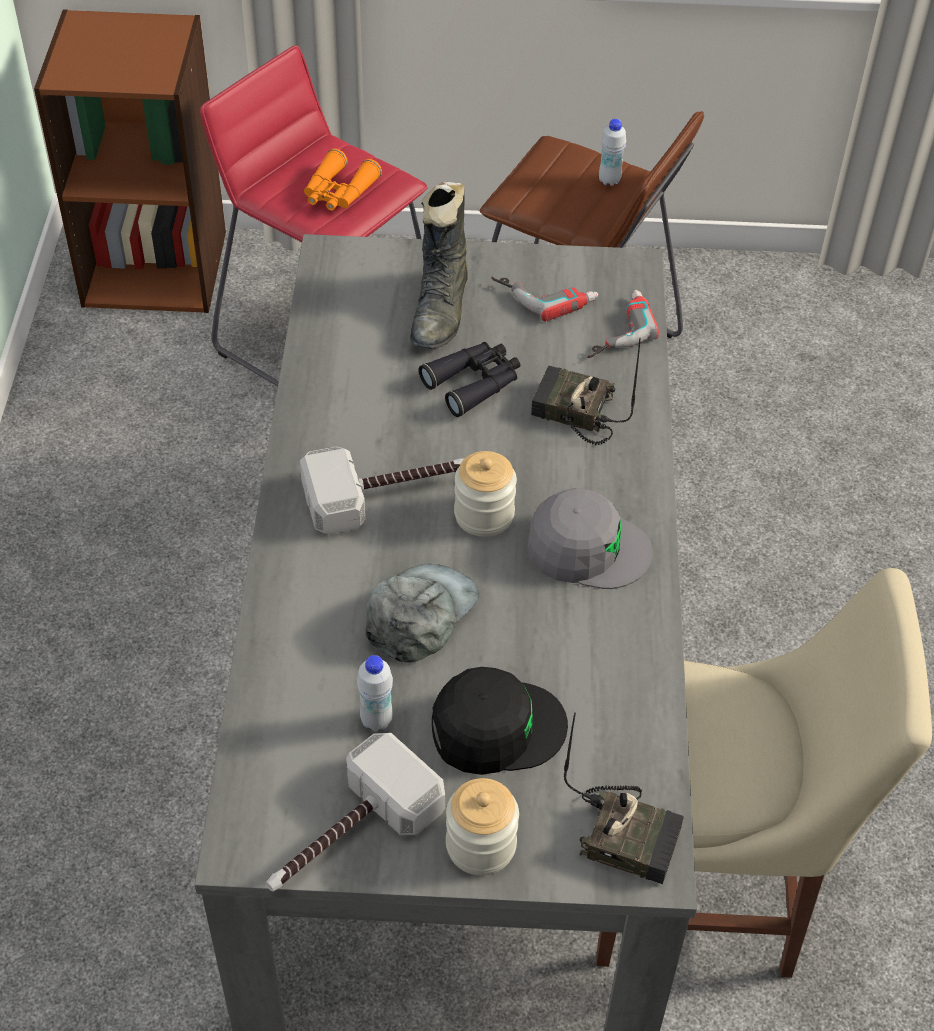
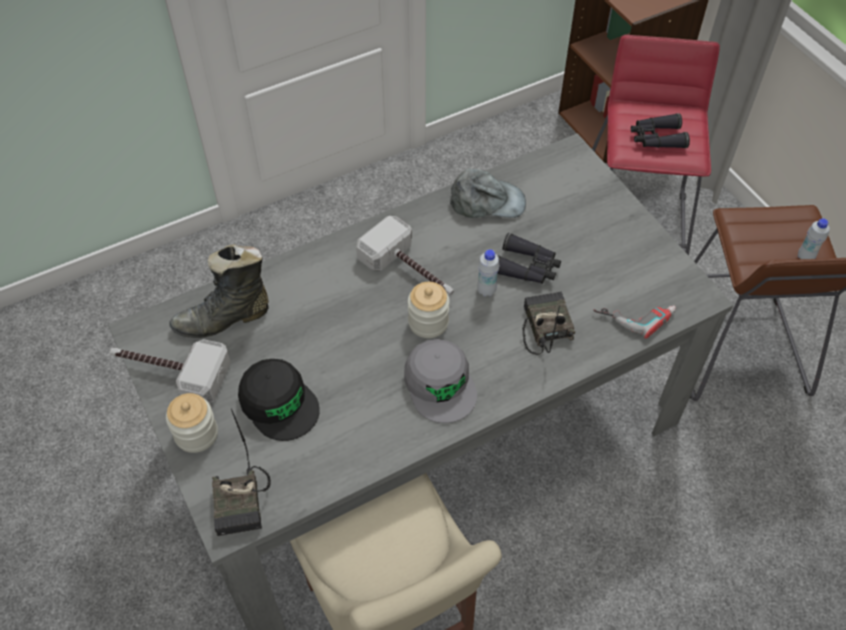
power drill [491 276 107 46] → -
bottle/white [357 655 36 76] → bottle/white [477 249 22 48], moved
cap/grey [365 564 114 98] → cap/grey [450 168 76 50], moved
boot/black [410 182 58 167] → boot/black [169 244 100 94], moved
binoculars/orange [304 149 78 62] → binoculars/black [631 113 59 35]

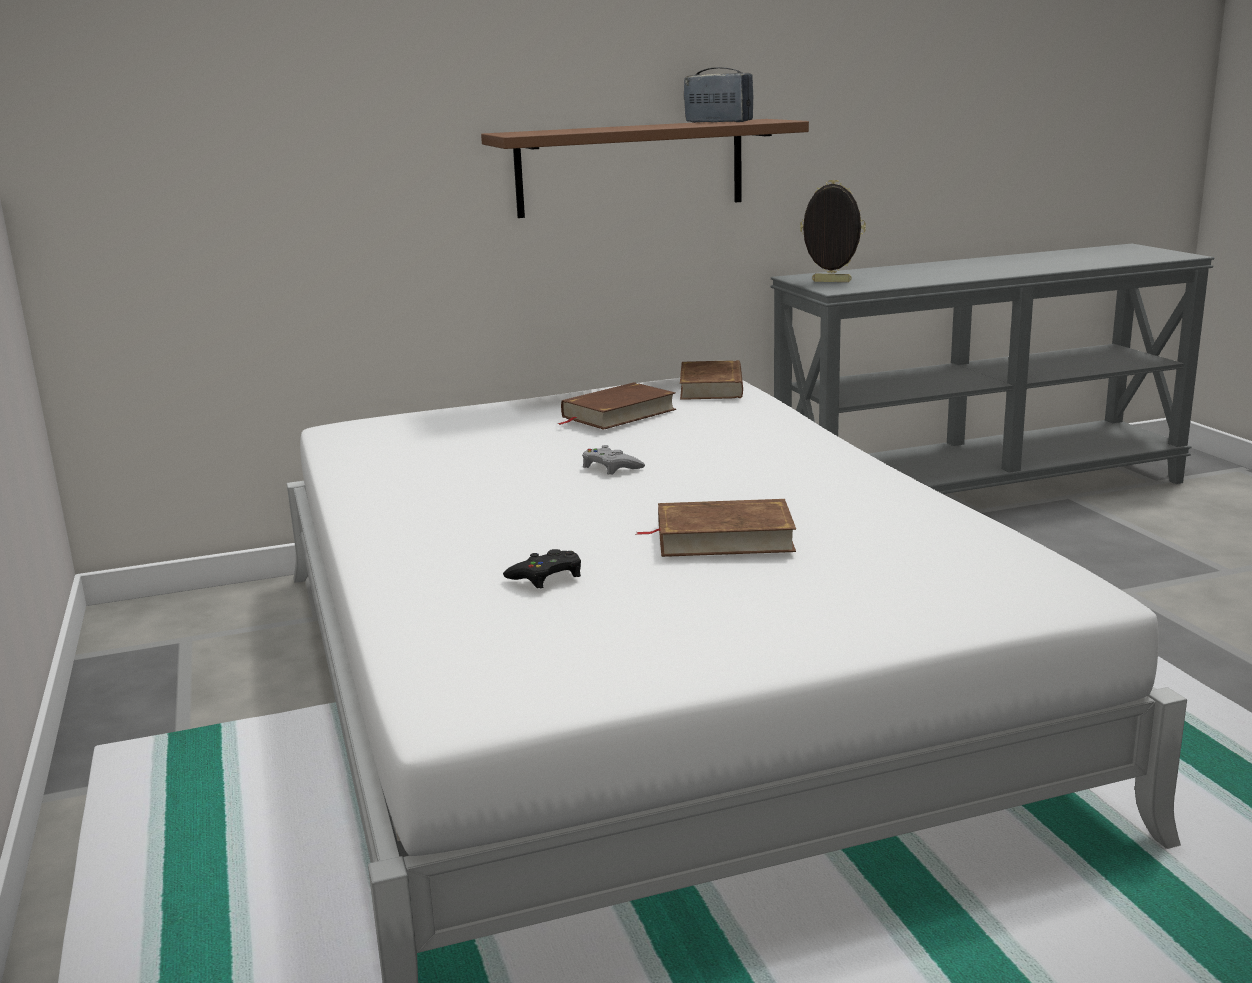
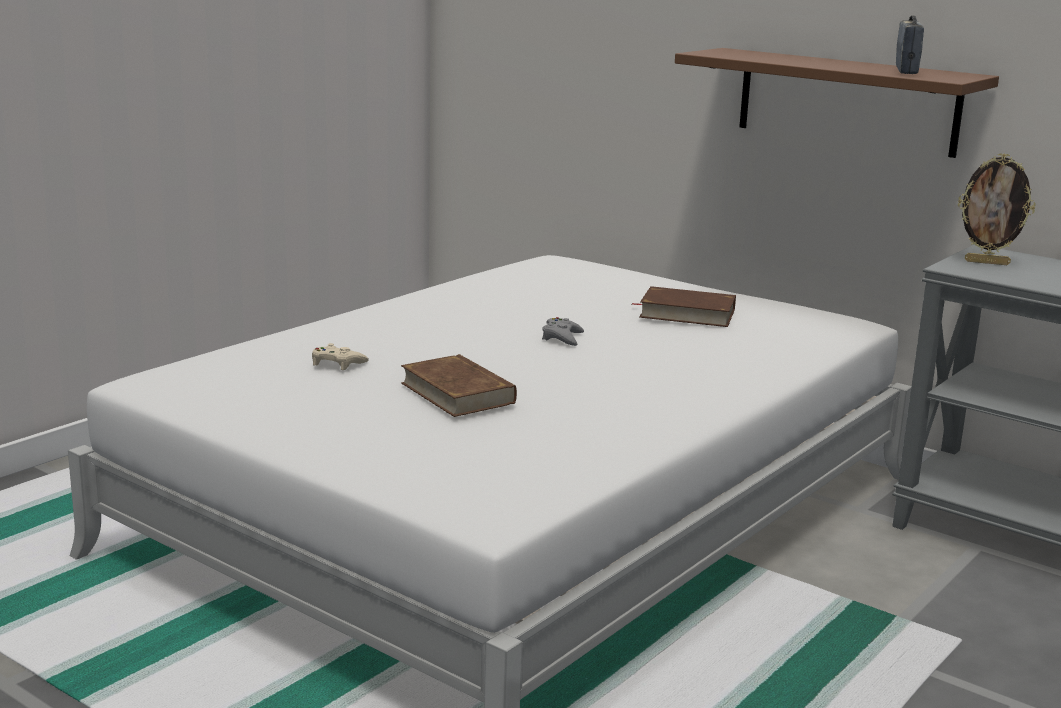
book/brown [680 360 63 40] → -
game controller/black [503 549 78 39] → game controller/beige [312 343 57 27]
picture frame [800 180 66 102] → picture frame [958 153 78 112], 120 degrees clockwise

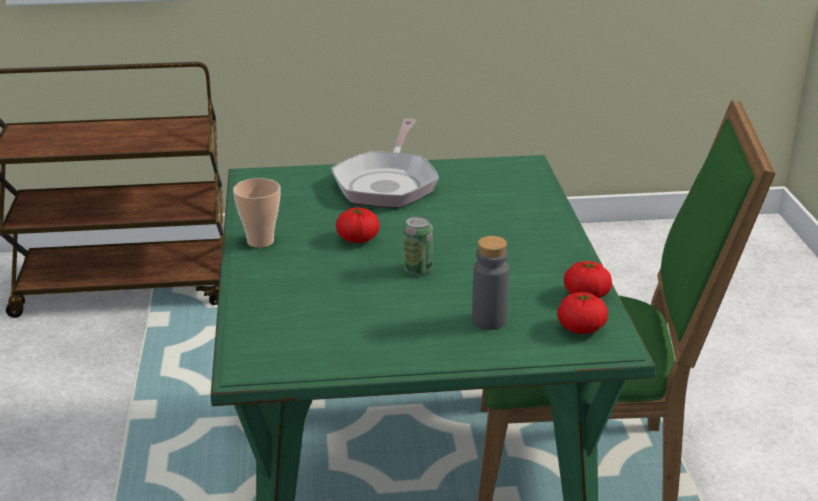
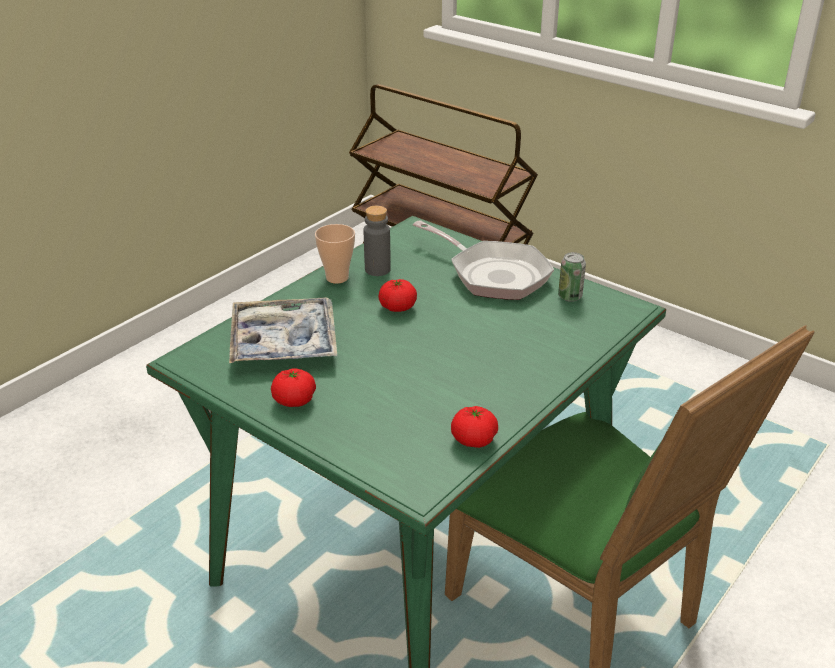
- → tray [229 298 108 65]
can [404 216 29 59] → can [558 252 28 50], moved
bottle/grey [472 236 37 94] → bottle/grey [364 206 27 70], moved
tomato [557 292 51 42] → tomato [271 368 45 39], moved
frying pan [331 118 108 90] → frying pan [413 220 141 80], 105 degrees counterclockwise

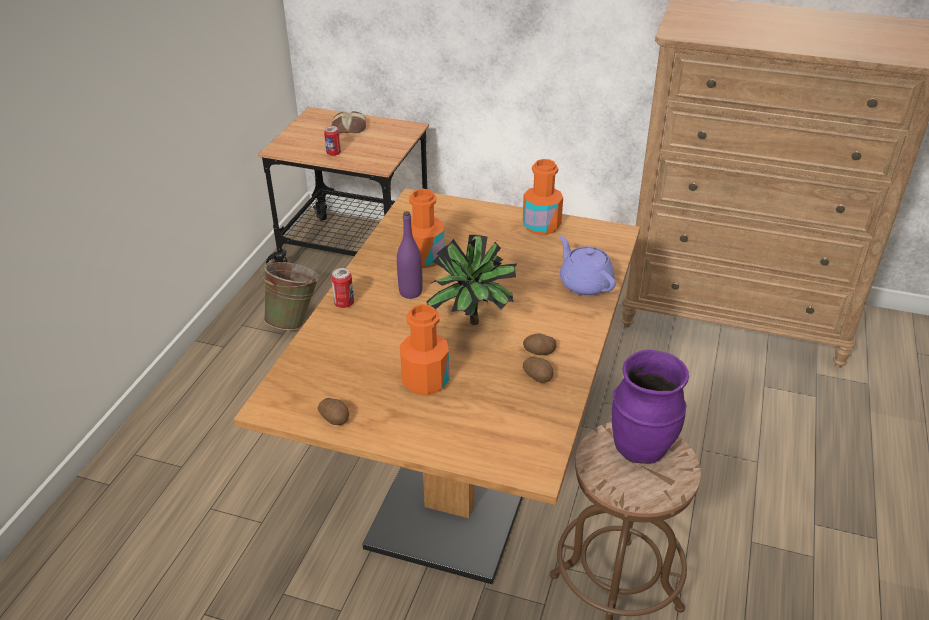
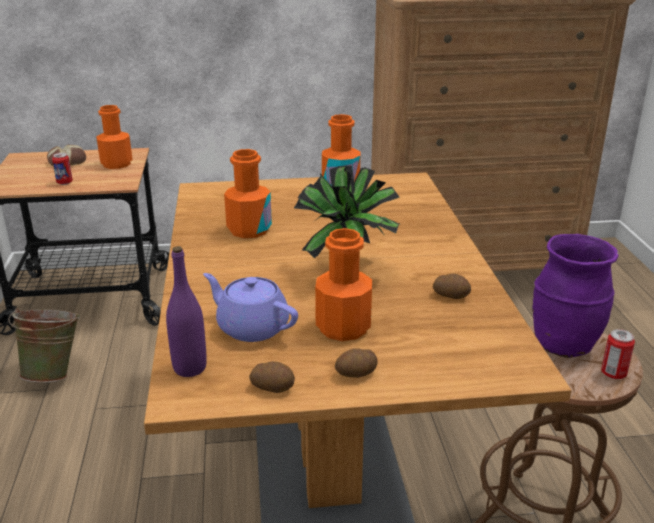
- → bottle/orange [96 105 37 64]
can [331 268 23 40] → can [601 329 34 50], moved
bottle/purple [397 211 26 88] → bottle/purple [166 246 41 131], moved
potato [523 333 34 22] → potato [335 349 43 29], moved
teapot/purple [560 236 56 60] → teapot/purple [203 273 95 69], moved

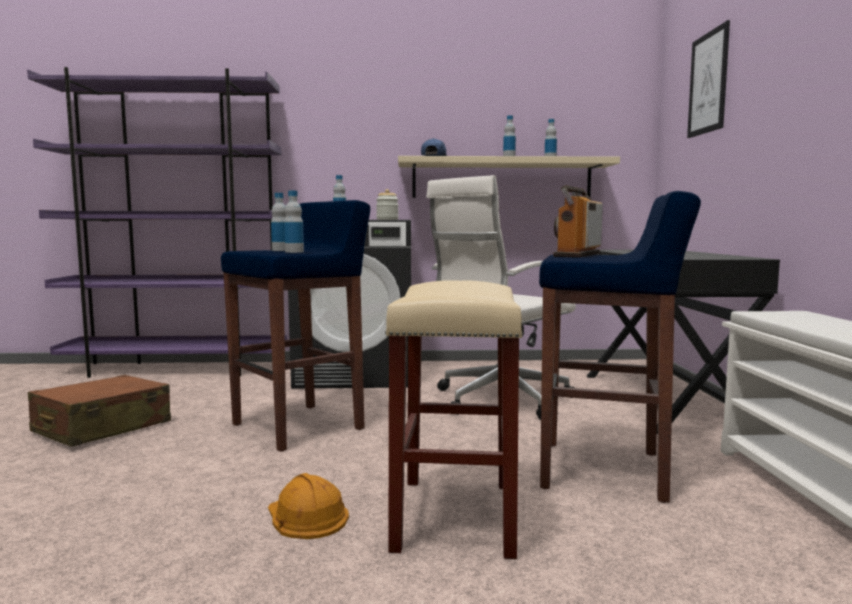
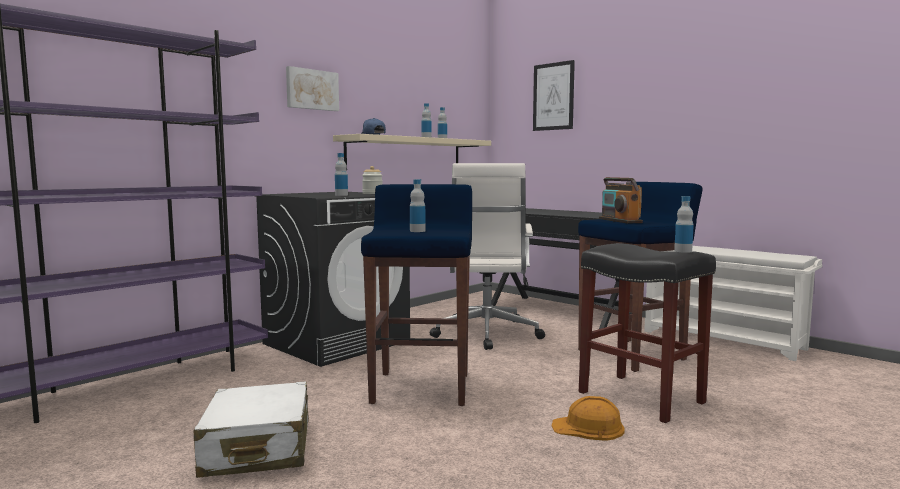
- → picture [286 66 53 45]
bottle [284 191 20 62] → bottle [674 196 20 57], moved
suitcase/brown [28 375 143 72] → suitcase/white [193 382 116 96]
stool/beige [385 280 138 279] → stool/black [579 243 137 180]

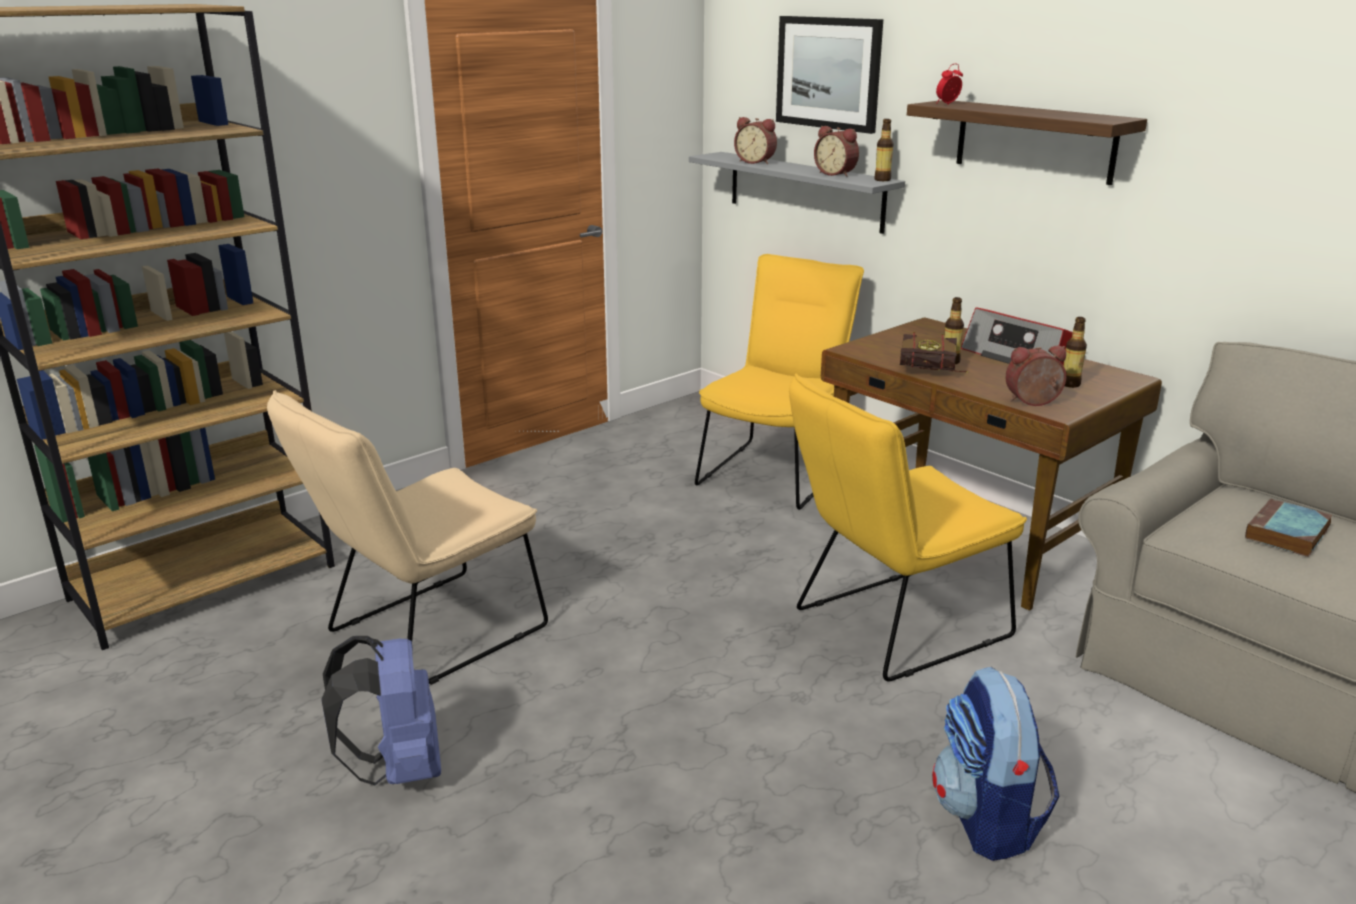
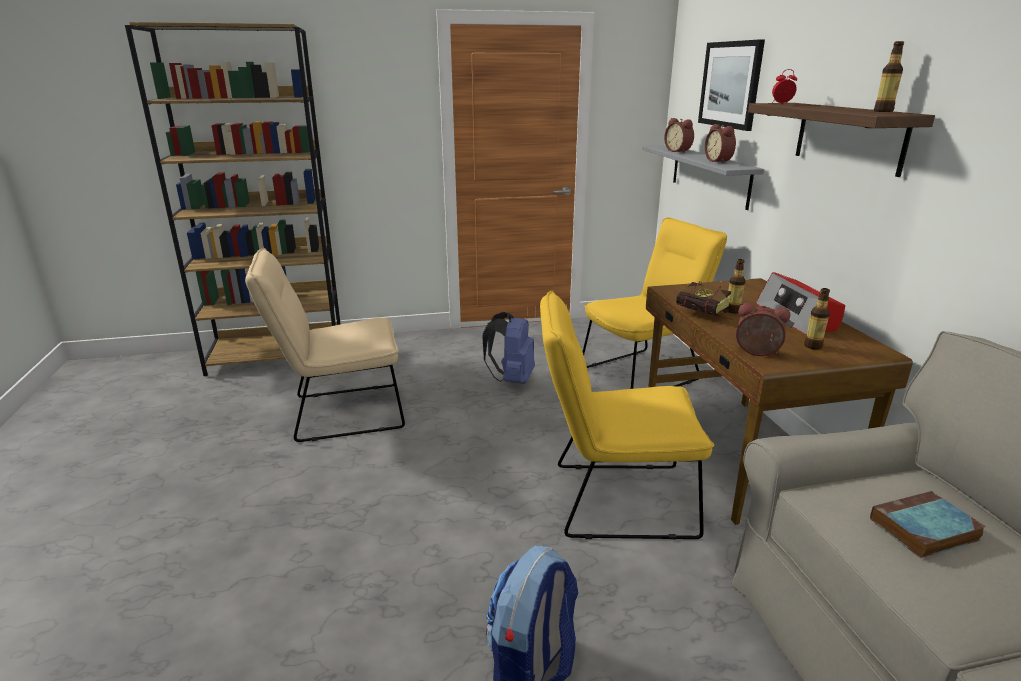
backpack/blue [321 636 120 149] → backpack/blue [483 312 52 72], moved
bottle [874 119 20 62] → bottle [874 41 30 71], moved

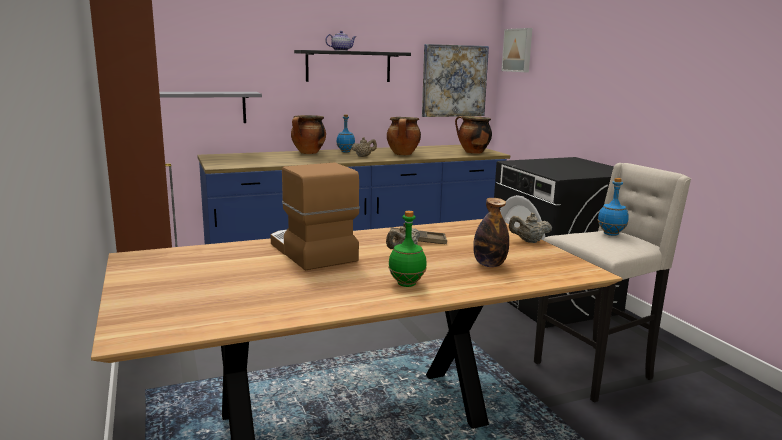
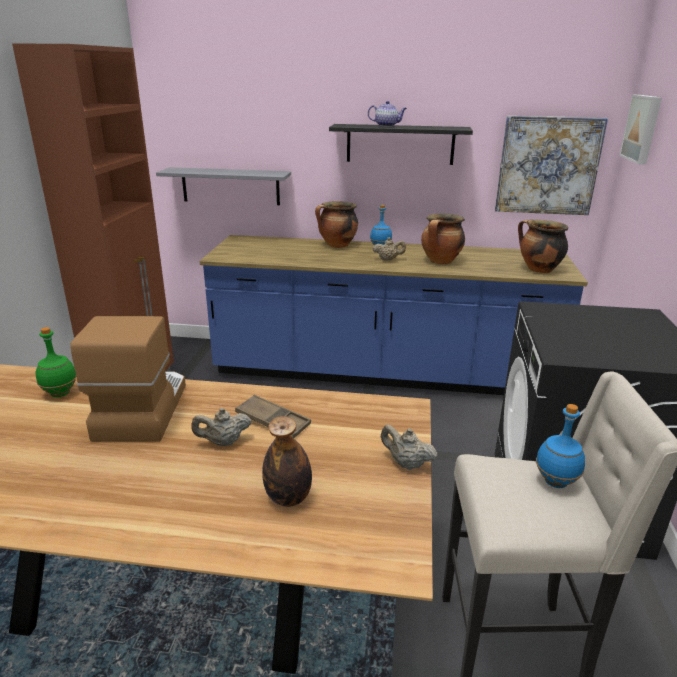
bottle/green [388 211 39 76] → bottle/green [36 327 40 70], moved

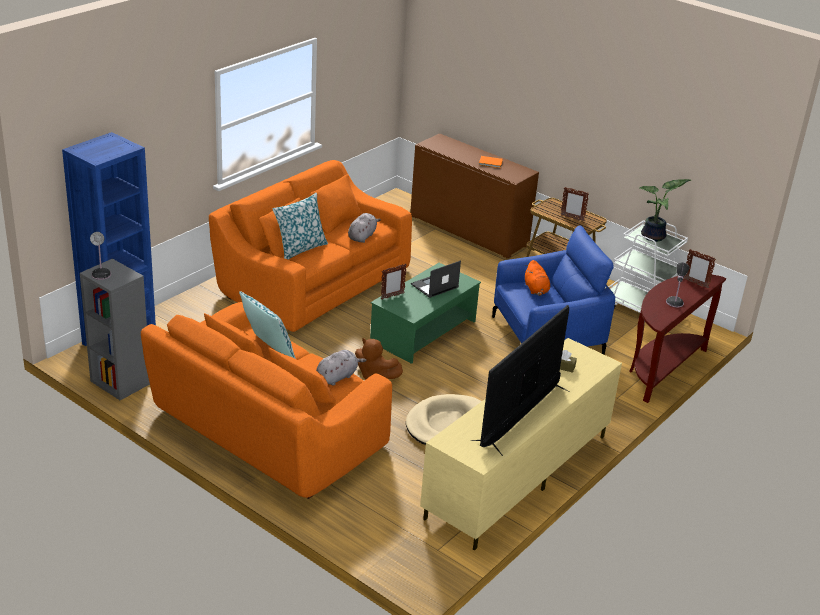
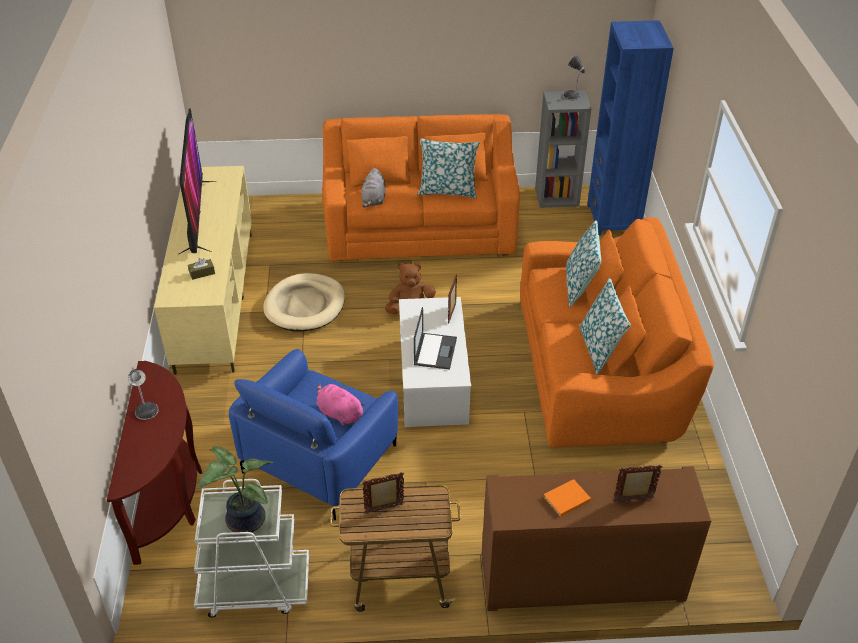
plush toy/grey [348 213 33 30] → -
- → pillow [579 278 52 96]
picture frame [684 249 32 39] → picture frame [613 465 50 37], moved
coffee table/green [370 263 111 101] → coffee table/white [399 297 72 130]
plush toy/orange [525 260 25 36] → plush toy/pink [317 384 49 42]

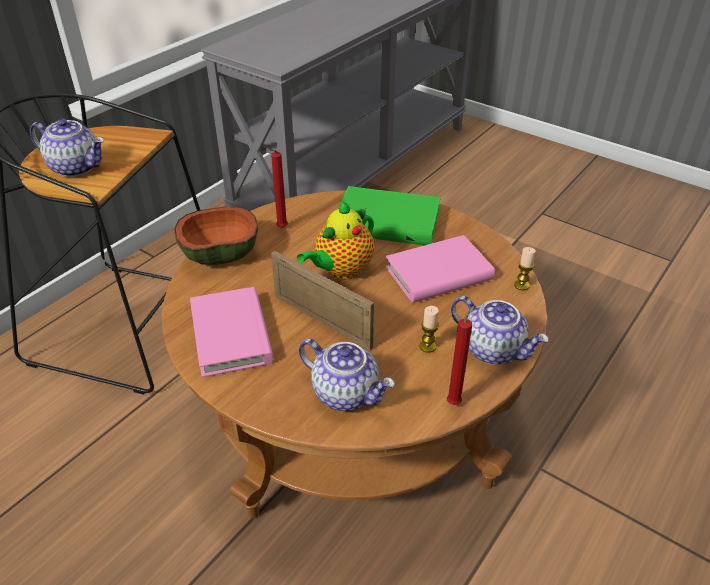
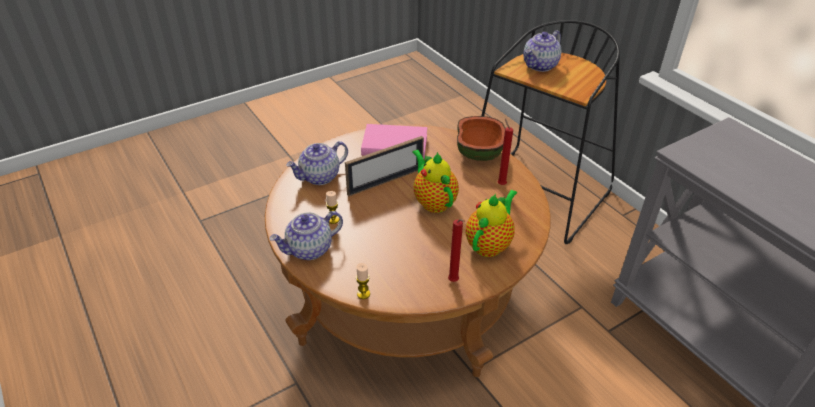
book/pink [385 235 110 68] → -
candle/red [447 305 28 100] → candle/red [448 219 16 63], moved
book/green [338 186 103 59] → teapot [466 190 51 67]

